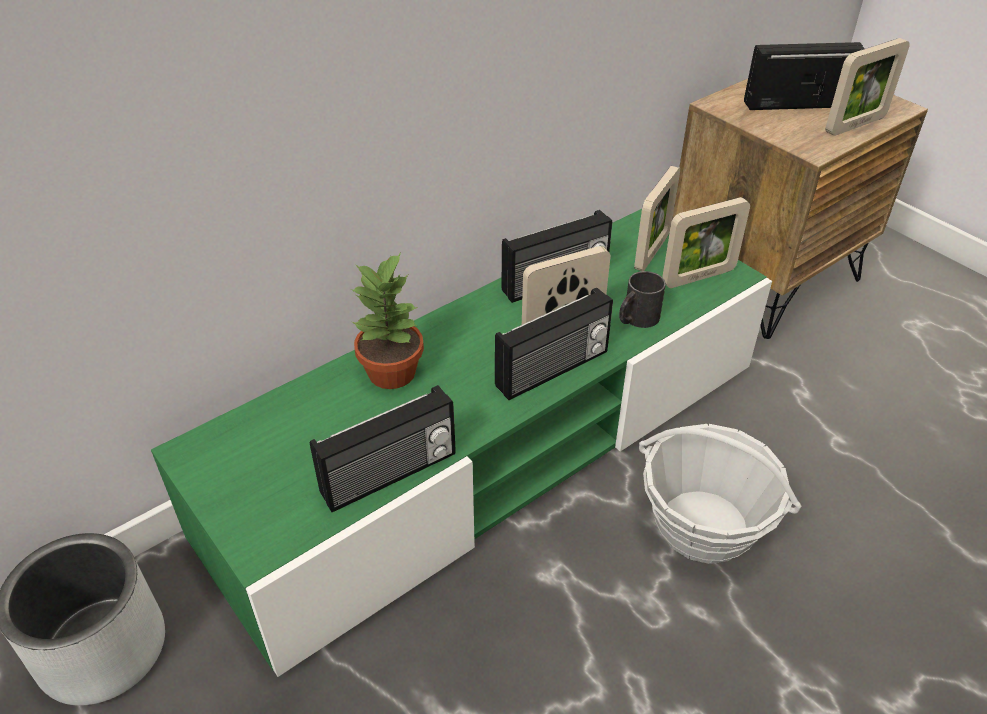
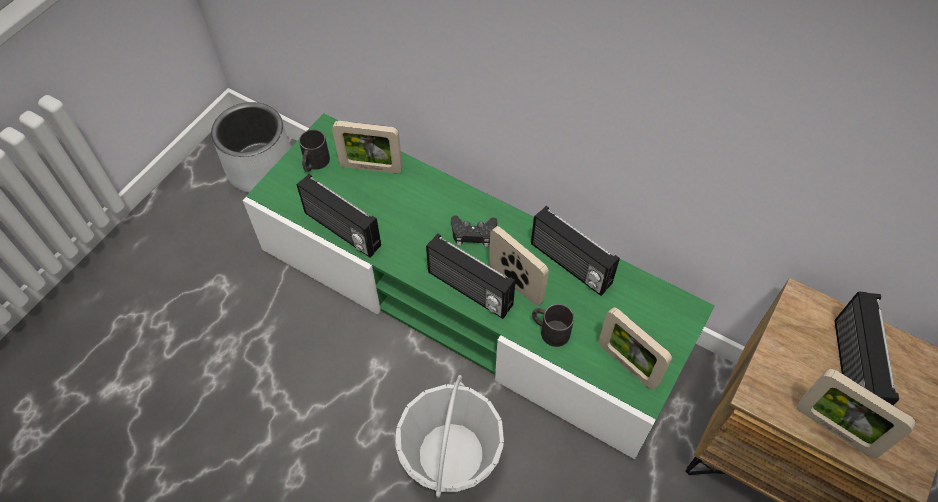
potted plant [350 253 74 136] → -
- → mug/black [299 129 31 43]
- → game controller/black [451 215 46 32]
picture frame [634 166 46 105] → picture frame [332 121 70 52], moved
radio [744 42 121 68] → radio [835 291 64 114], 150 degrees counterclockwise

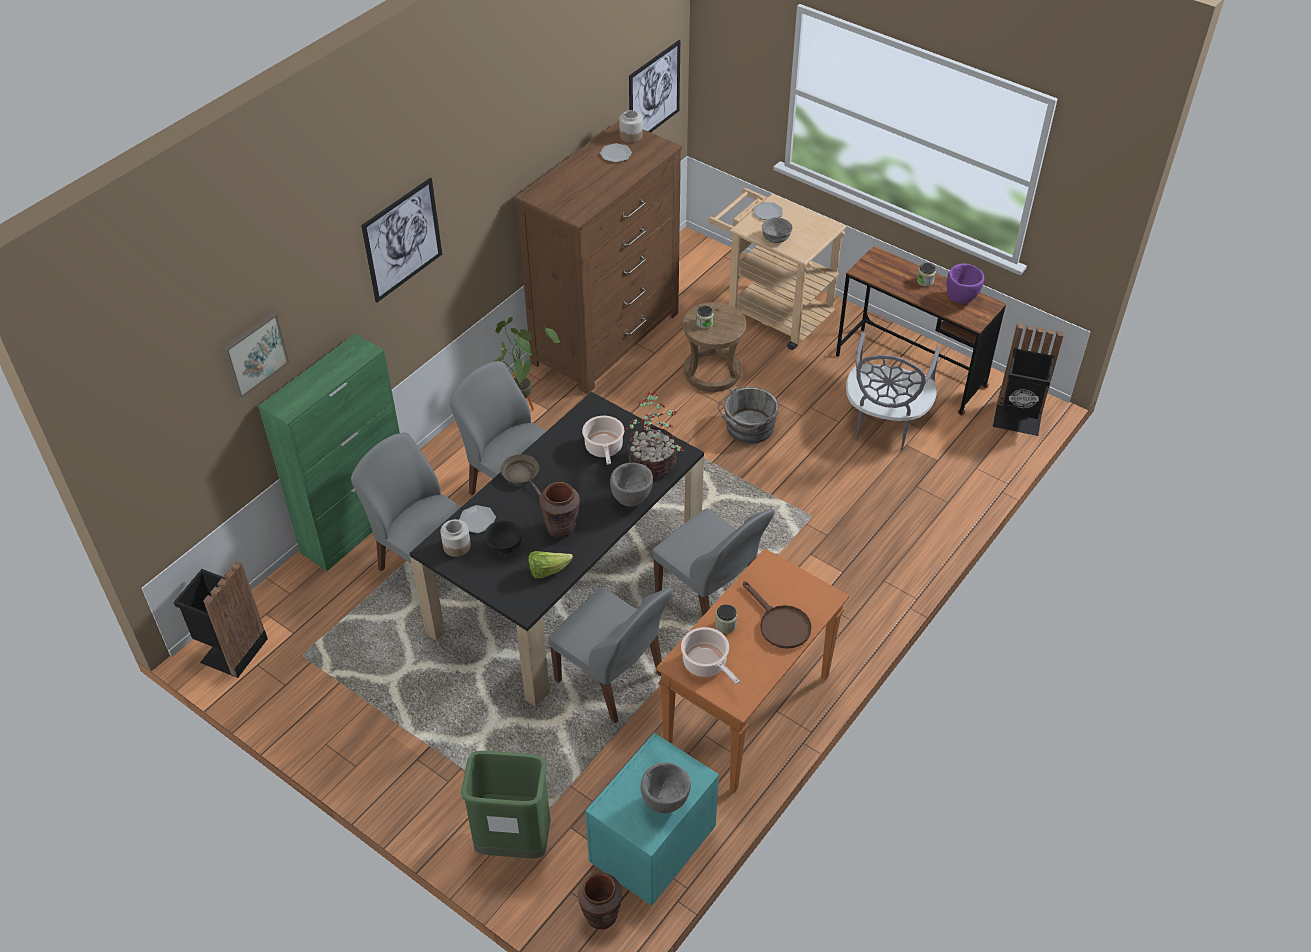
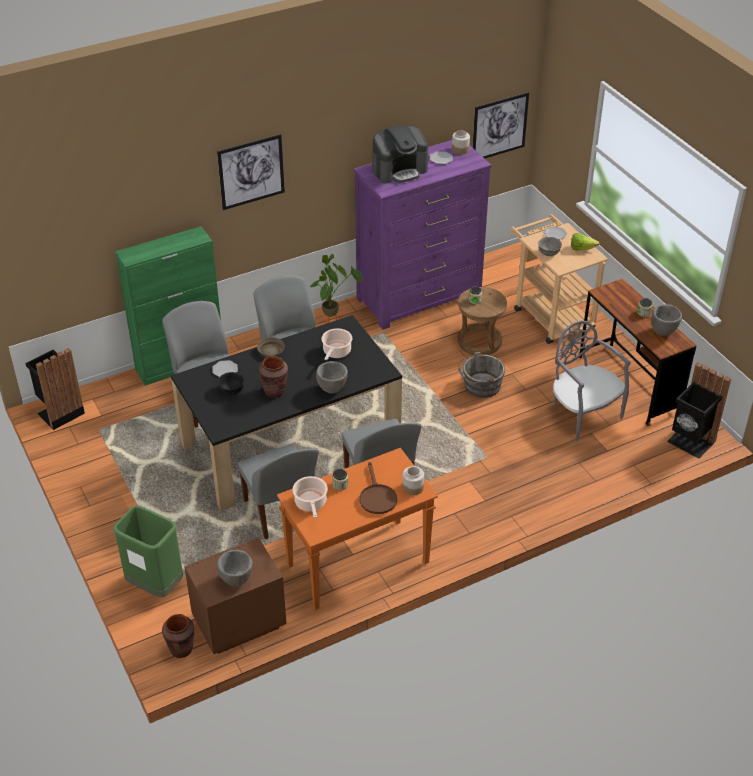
picture [222 312 67 86] → -
potted plant [626 392 59 86] → -
- → coffee machine [372 125 56 59]
jar [440 519 31 38] → jar [402 466 22 29], moved
lettuce [528 551 45 28] → lettuce [571 233 29 18], moved
dresser/brown [515 121 167 273] → dresser/purple [353 140 139 190]
nightstand/turquoise [585 733 134 173] → nightstand/brown [184 537 103 117]
bowl/purple [947 263 37 41] → bowl/grey [652 304 30 32]
chair/grey [846 332 94 118] → chair/grey [553 320 78 121], 105 degrees clockwise

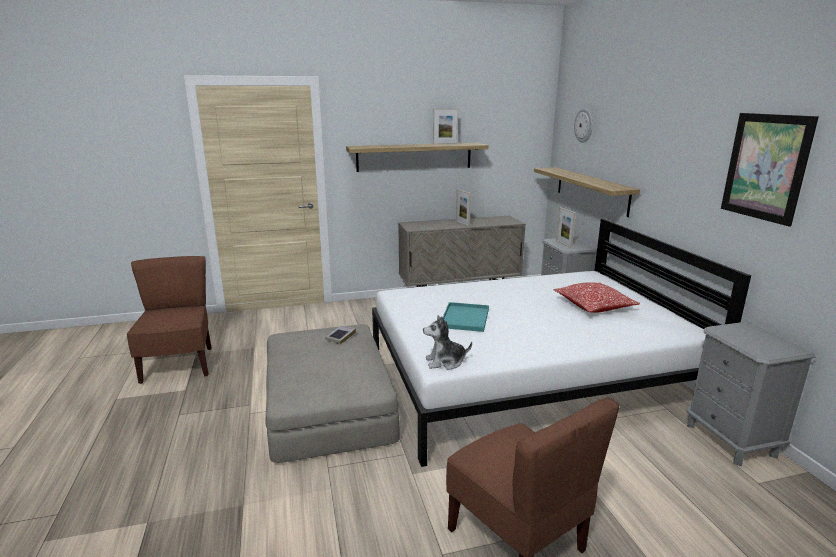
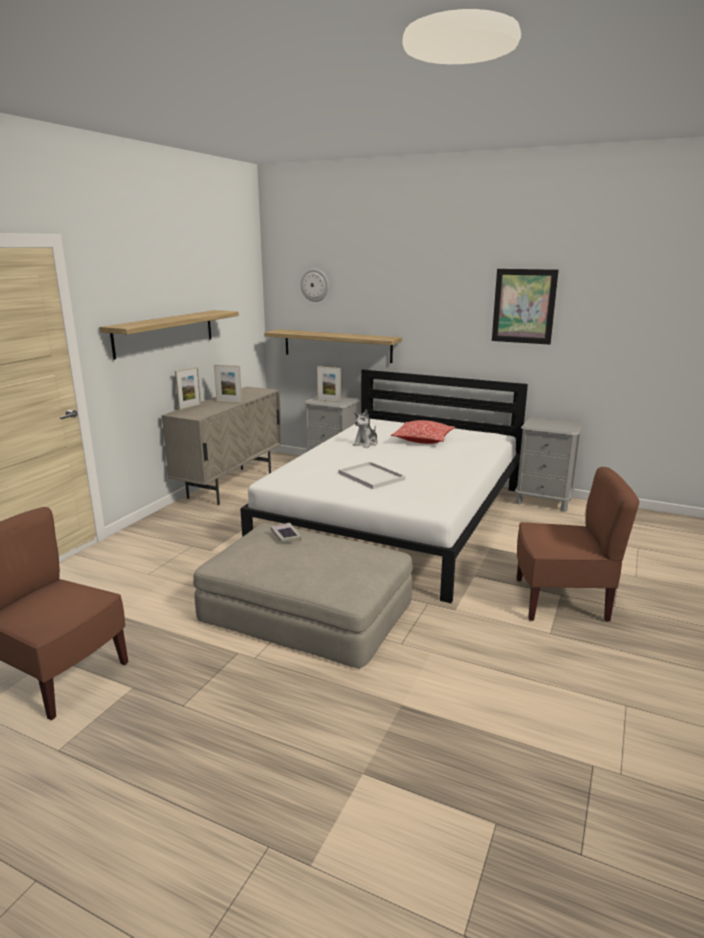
plush toy [423 315 49 55] → plush toy [353 410 25 38], moved
picture frame [433 109 25 35] → picture frame [175 367 26 43], moved
tray/turquoise [443 302 46 30] → tray/white [339 462 66 27]

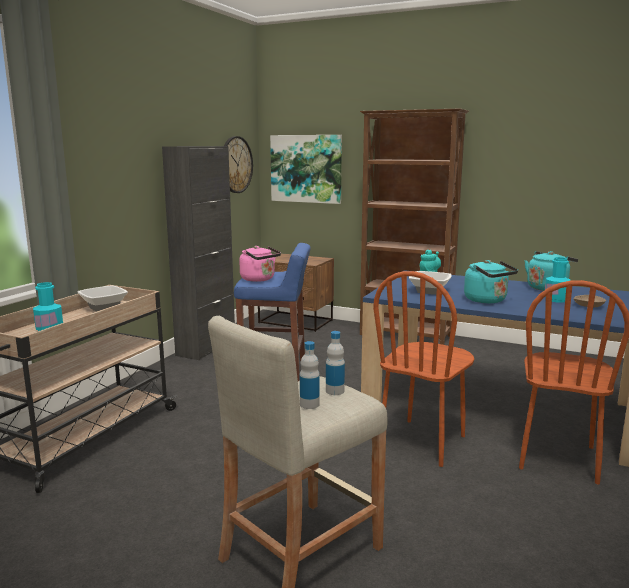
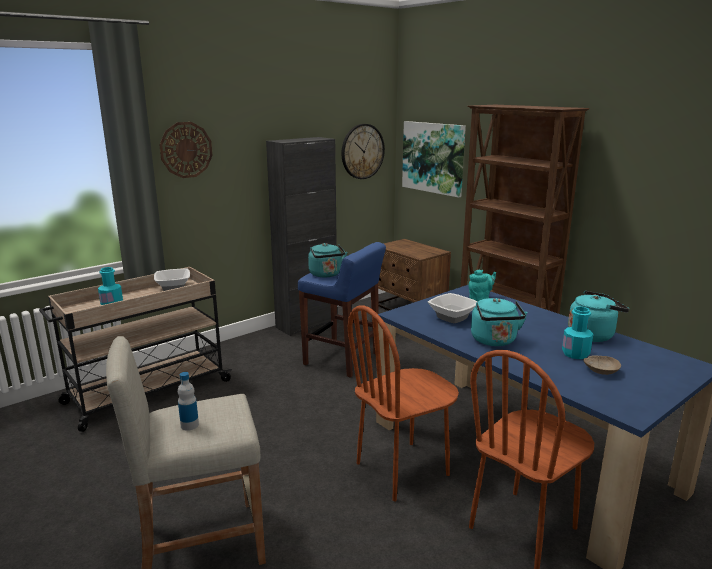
bottle [326 331 19 64] → -
- → wall clock [159 122 54 56]
kettle/pink [239 246 42 36] → kettle/turquoise [308 243 39 34]

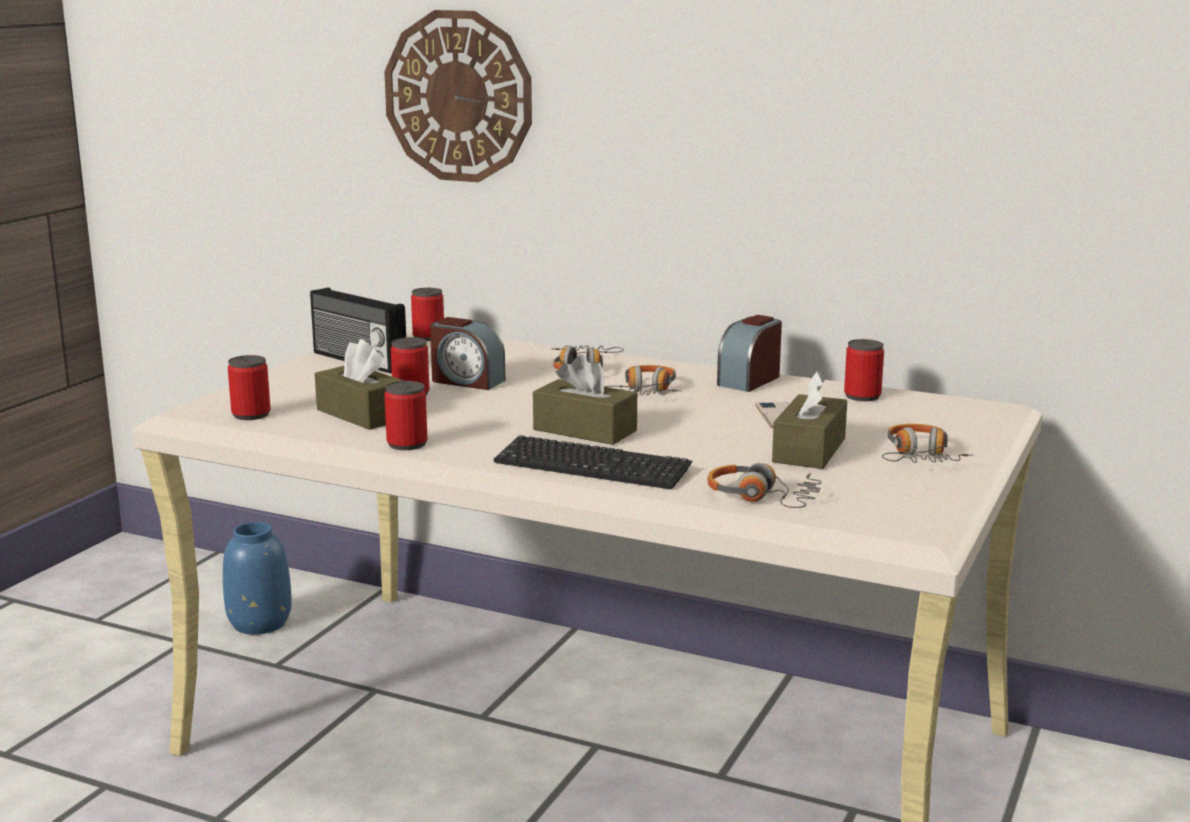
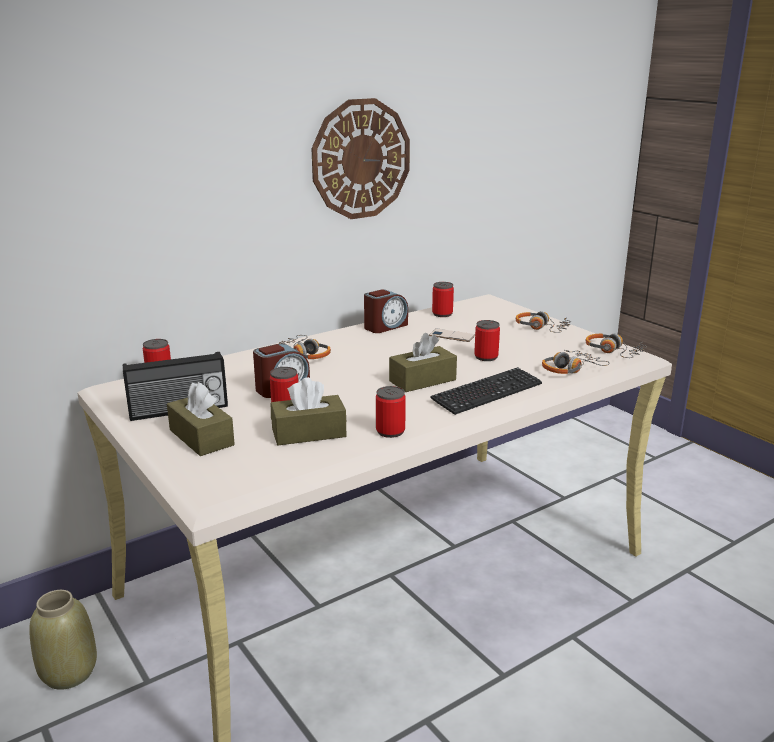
can [228 355 43 65] → can [474 320 26 41], moved
wall clock [384 10 148 172] → wall clock [312 98 98 121], moved
headphones [605 365 76 30] → headphones [586 334 61 24], moved
tissue box/brown [772 371 75 98] → tissue box/brown [167 382 68 74], moved
vase/blue [223 522 69 113] → vase/beige [29 590 68 100]
alarm clock [717 315 65 77] → alarm clock [364 289 44 44], 105 degrees counterclockwise

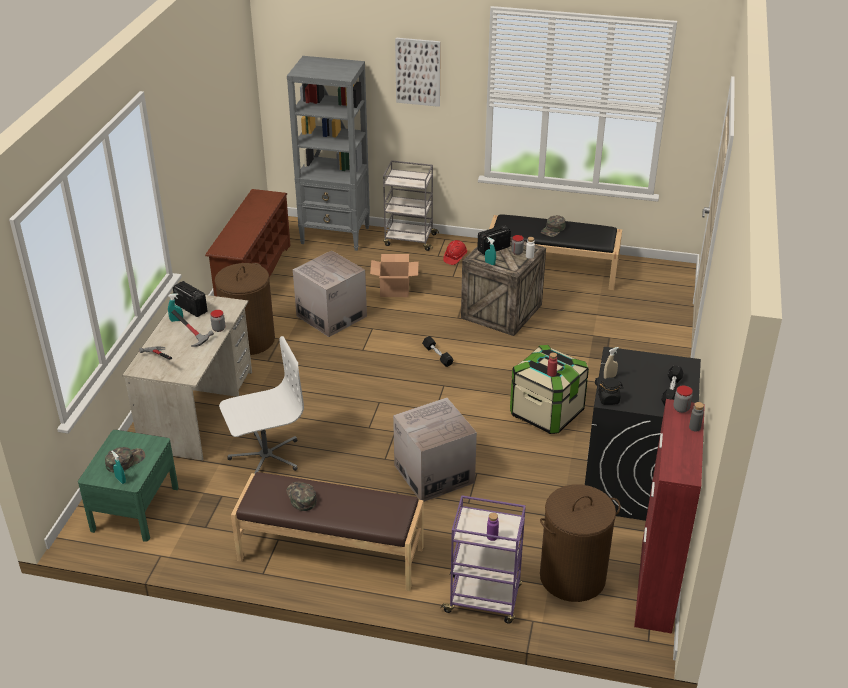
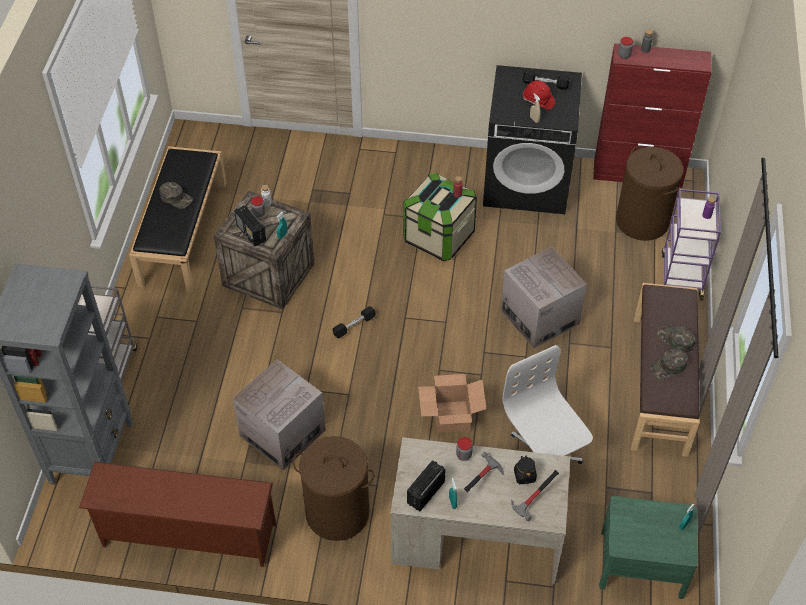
picture [395 38 46 69] → -
cap/green [105 447 40 25] → cap/green [657 325 38 27], moved
cardboard box [370 254 49 43] → cardboard box [418 374 69 59], moved
hard hat/red [443 240 24 25] → hard hat/red [523 81 32 29], moved
jar/black [597 378 26 27] → jar/black [514 455 23 29], moved

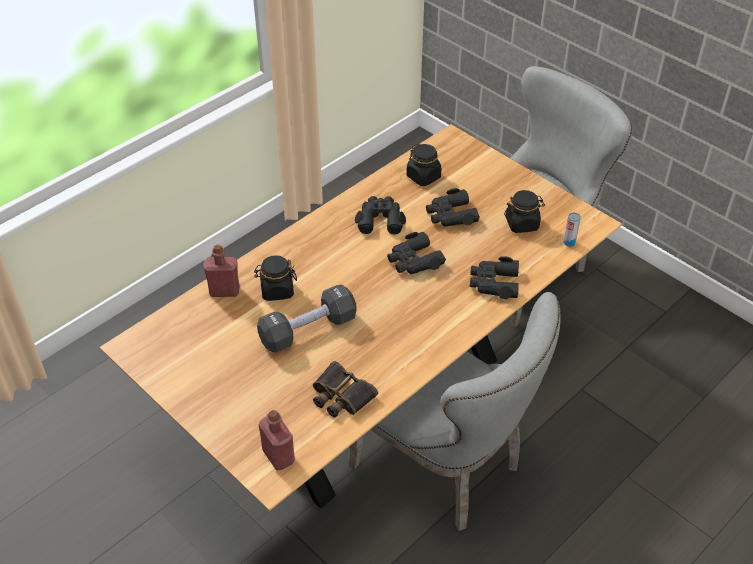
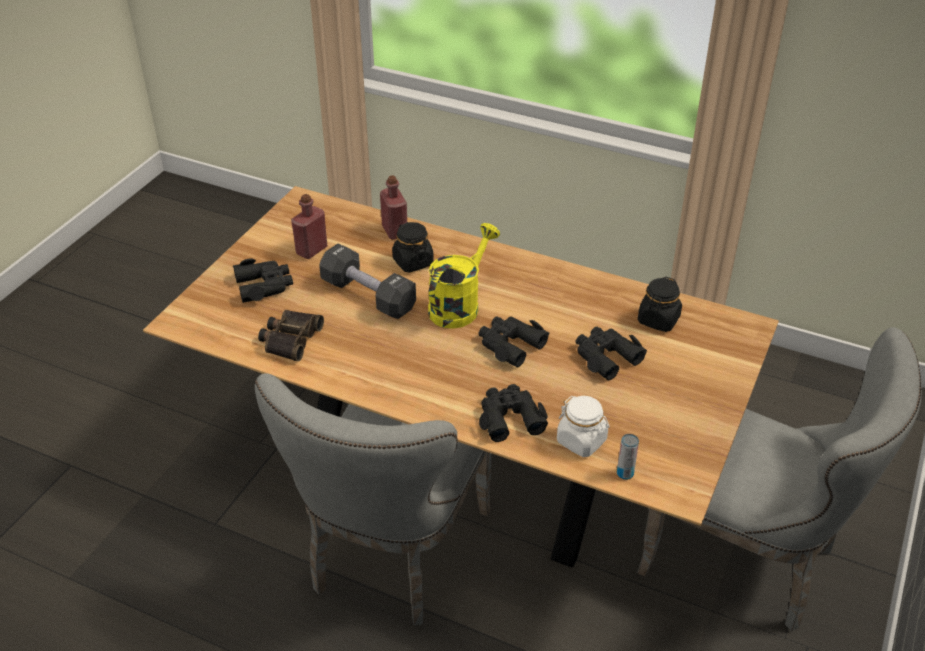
jar/black [504 190 41 43] → -
- → watering can/yellow [428 223 72 106]
- → jar/white [557 396 53 61]
bottle/red [259 410 36 60] → bottle/red [291 194 36 65], moved
binoculars/black [355 196 51 38] → binoculars/black [233 258 60 45], moved

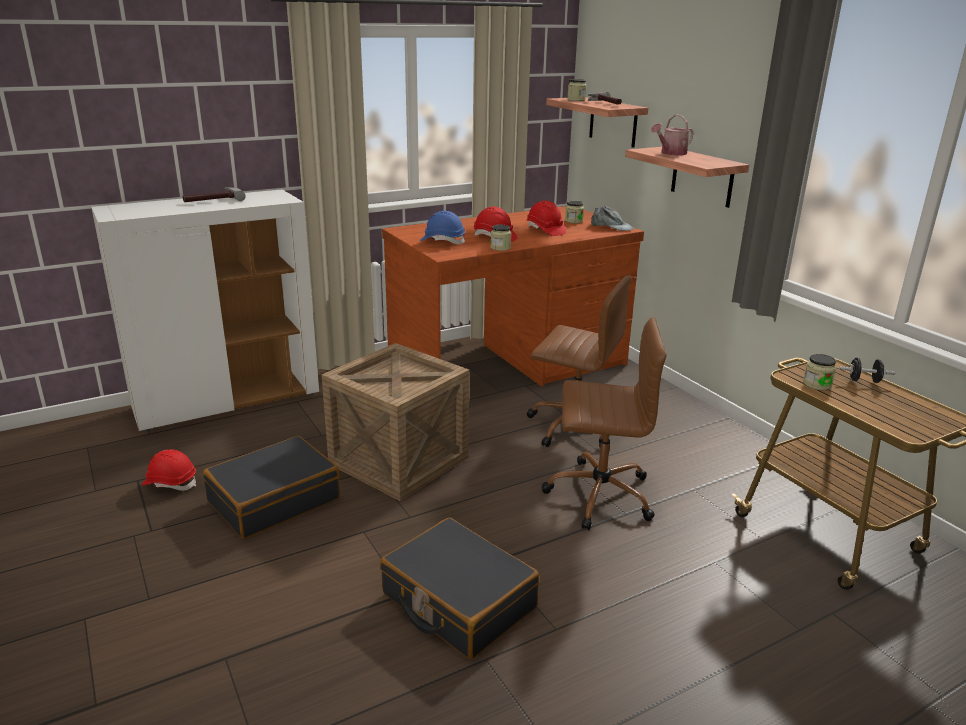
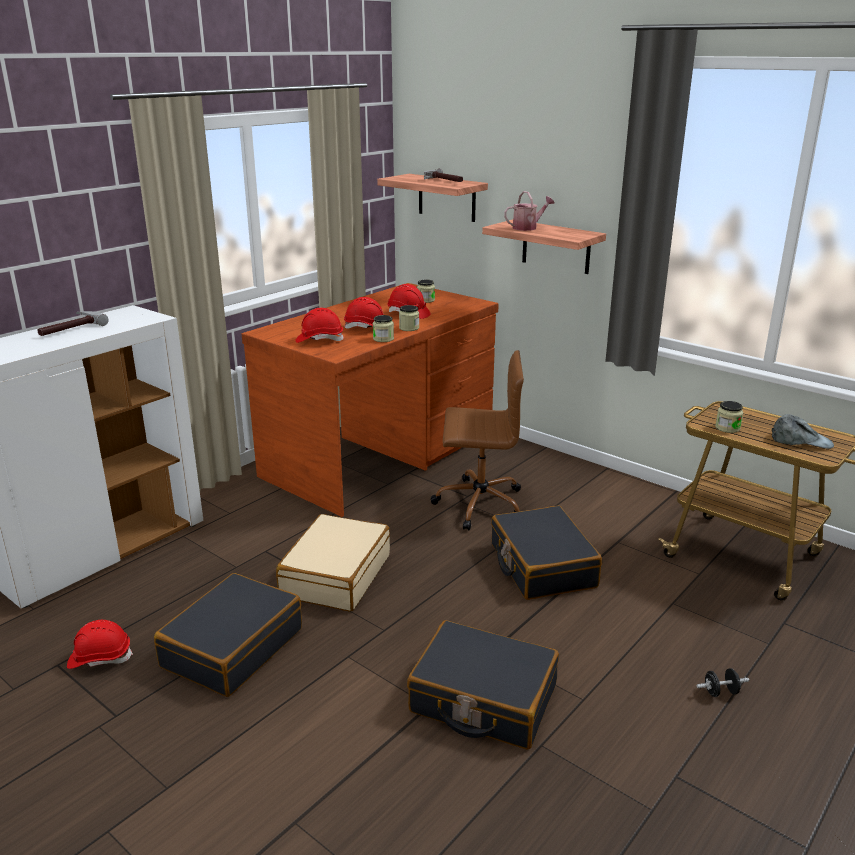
jar [567 79 20 22] → jar [399 305 20 26], moved
cap/grey [591 206 43 25] → cap/grey [772 414 62 35], moved
dumbbell/black [839 358 56 25] → dumbbell/black [697 668 52 29], moved
crate [322 343 147 158] → suitcase/beige [276 514 114 98]
office chair/brown [542 317 125 213] → suitcase/black [491 506 111 94]
hard hat/blue [420 211 46 33] → hard hat/red [295 308 49 35]
watering can [651 114 42 41] → watering can [504 191 50 40], 150 degrees counterclockwise

